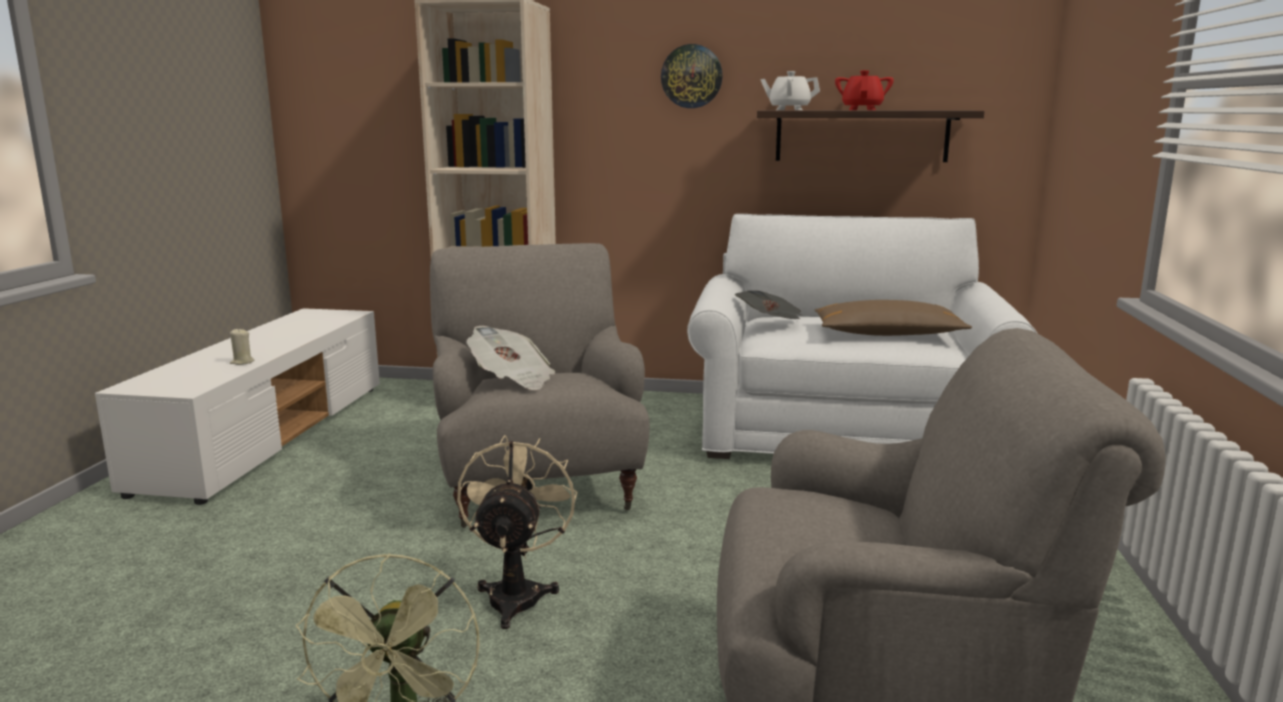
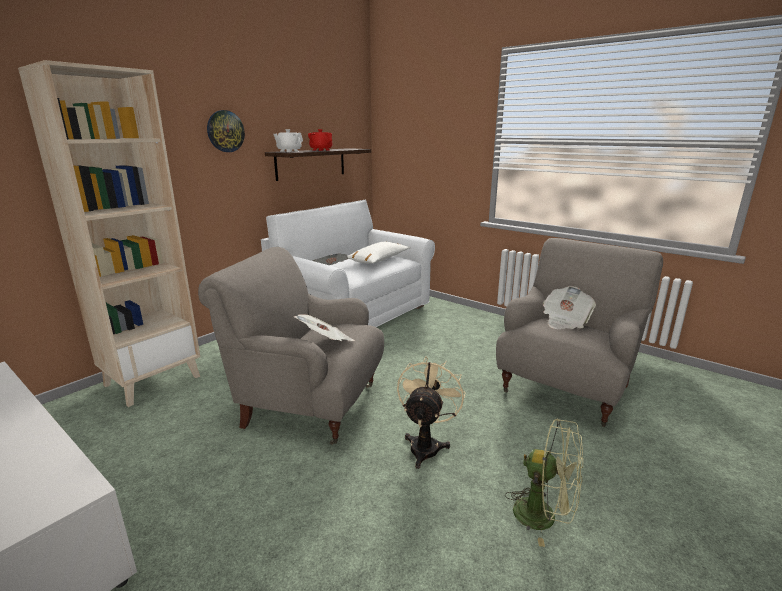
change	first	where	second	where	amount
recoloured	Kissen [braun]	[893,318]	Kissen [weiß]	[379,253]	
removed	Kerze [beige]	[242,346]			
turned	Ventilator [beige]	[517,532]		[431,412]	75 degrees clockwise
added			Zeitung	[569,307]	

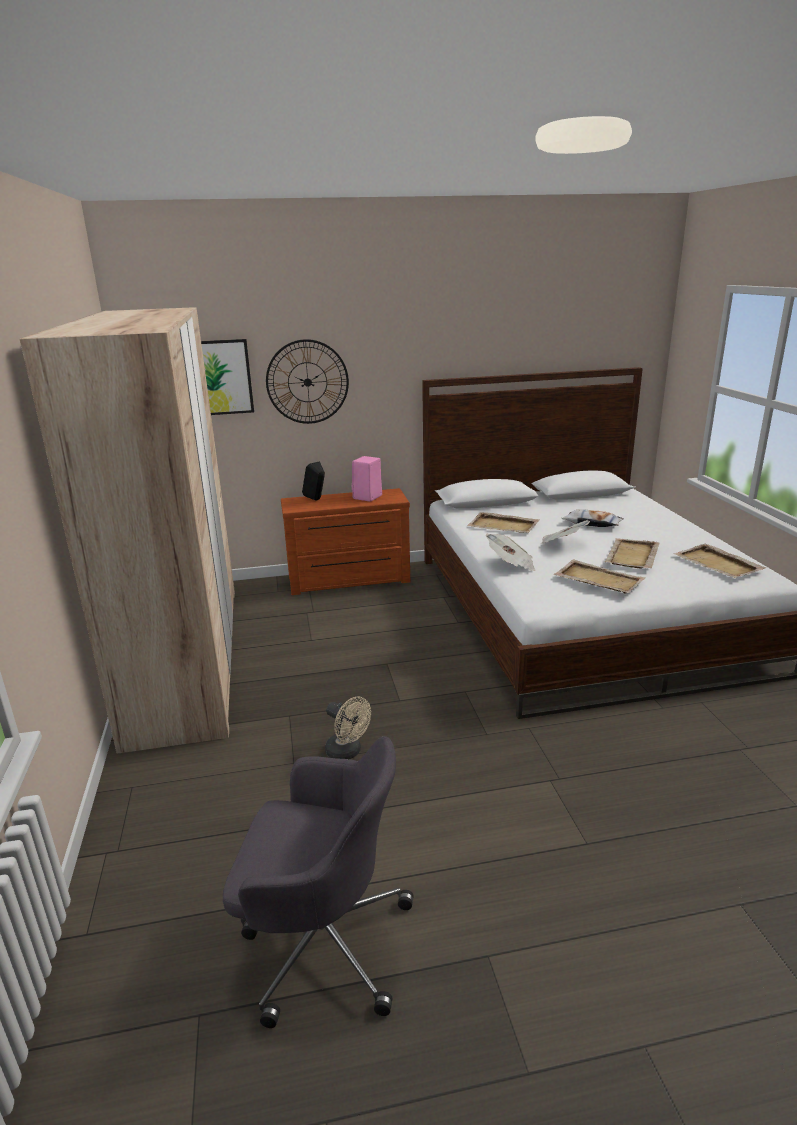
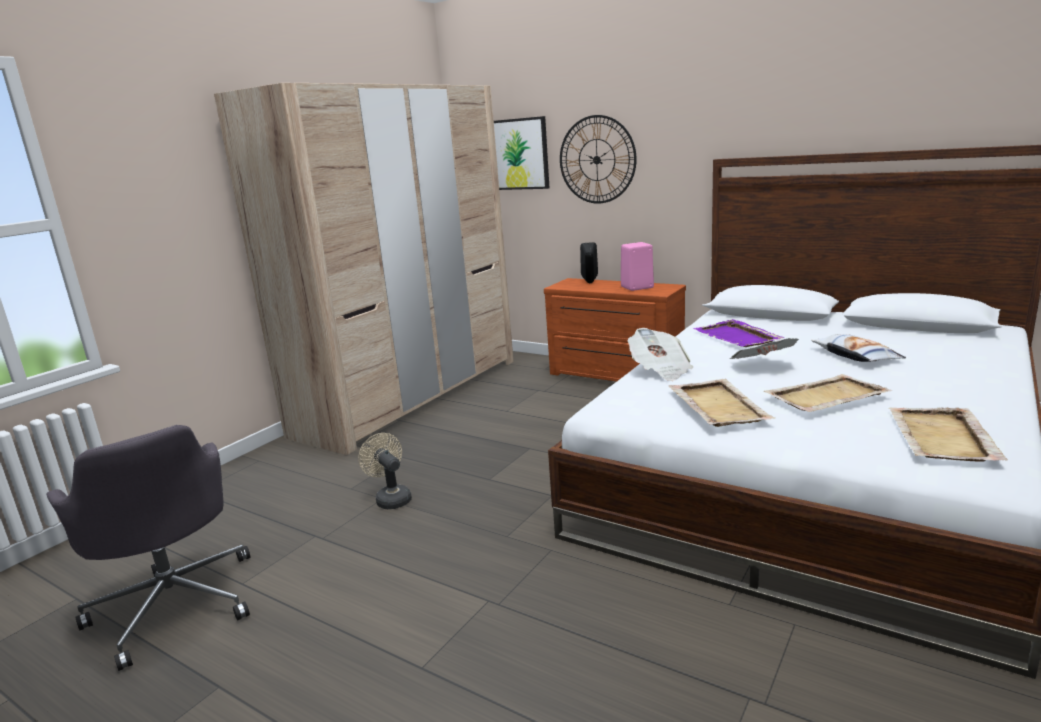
change	first	where	second	where	amount
recoloured	Tablett [beige]	[503,522]	Tablett [lila]	[739,333]	
turned	Ventilator [beige]	[348,728]		[385,471]	150 degrees clockwise

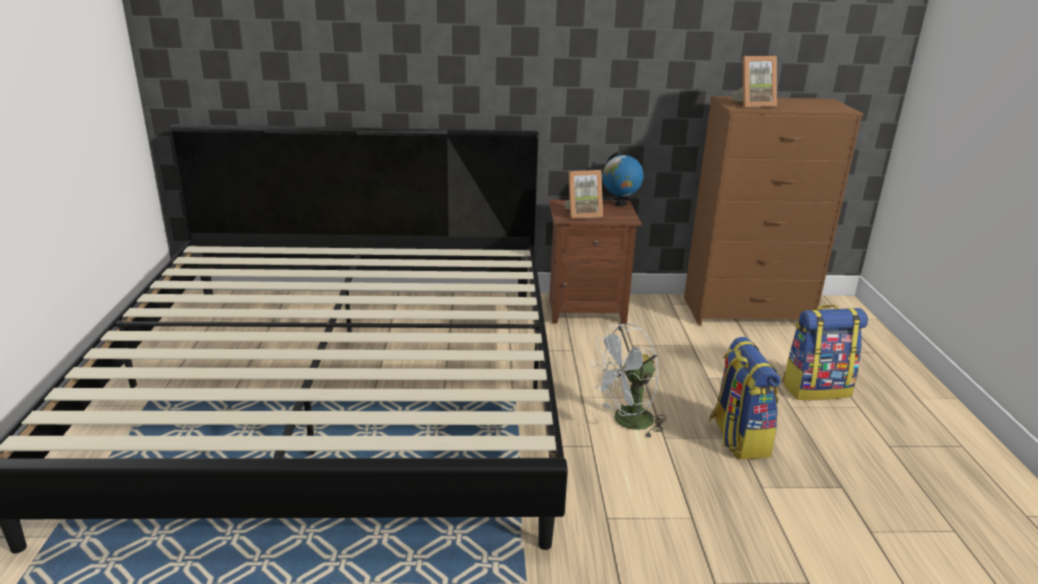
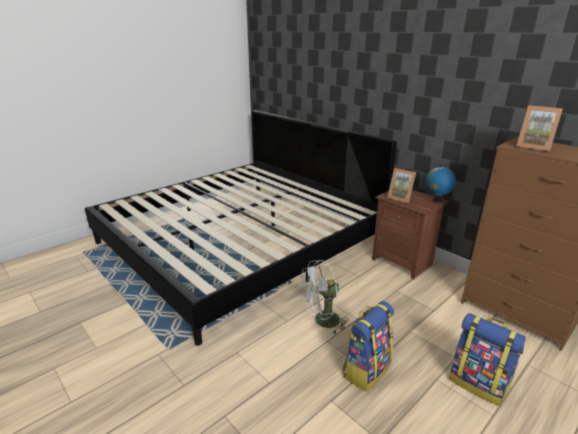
change	first	where	second	where	amount
turned	Ventilator [weiß]	[628,381]		[324,297]	45 degrees counterclockwise

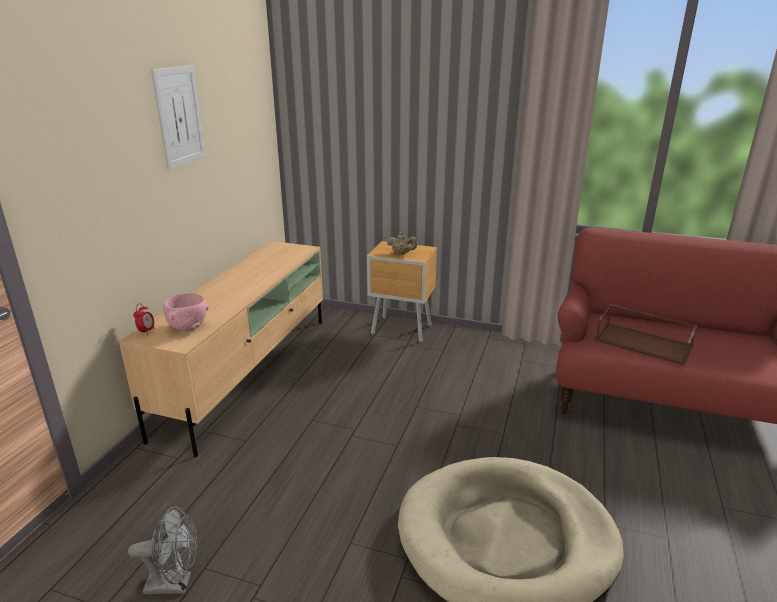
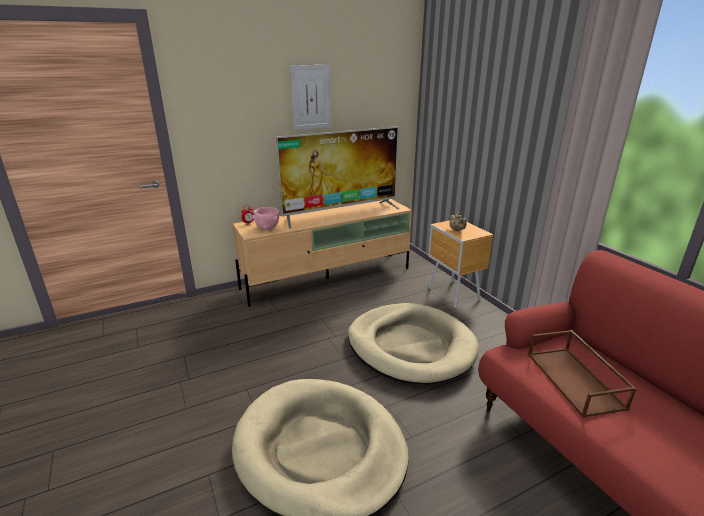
change	first	where	second	where	amount
removed	Ventilator [grau]	[162,550]			
added			Fernseher	[338,177]	
added			Hundebett [beige]	[413,343]	

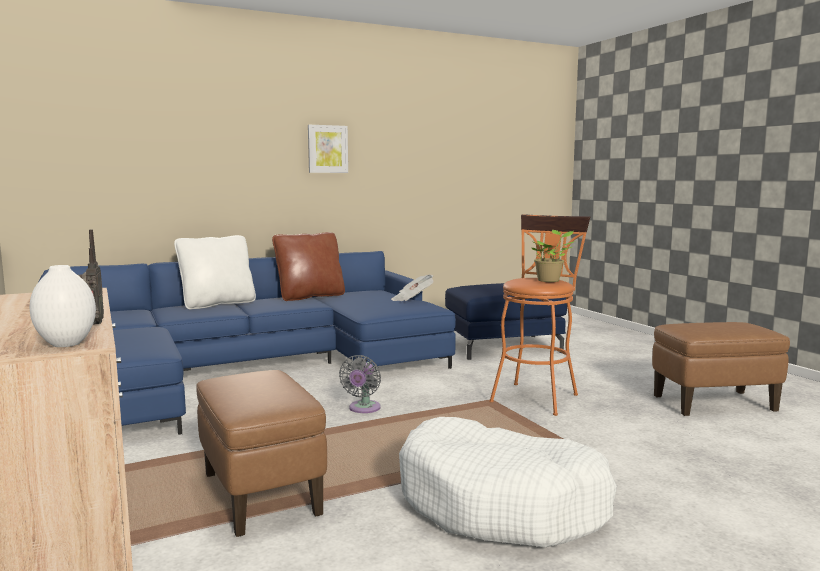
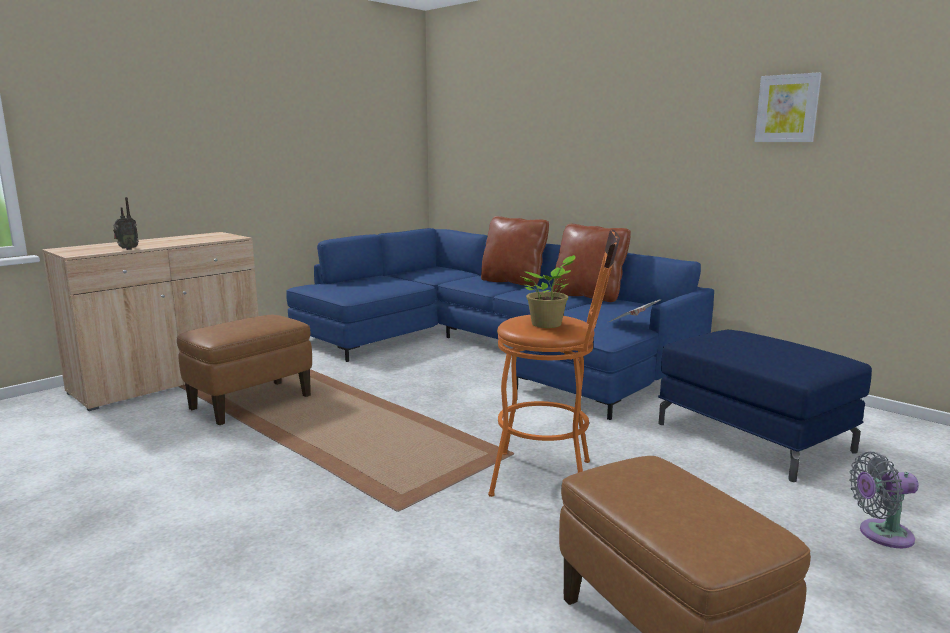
change	first	where	second	where	amount
moved	Bild	[328,149]		[788,107]	
recoloured	Kissen [weiß]	[215,272]	Kissen [braun]	[515,251]	
removed	Vase [weiß]	[63,306]			
moved	Ventilator [grau]	[360,384]		[884,500]	
removed	Hundebett [weiß]	[508,482]			

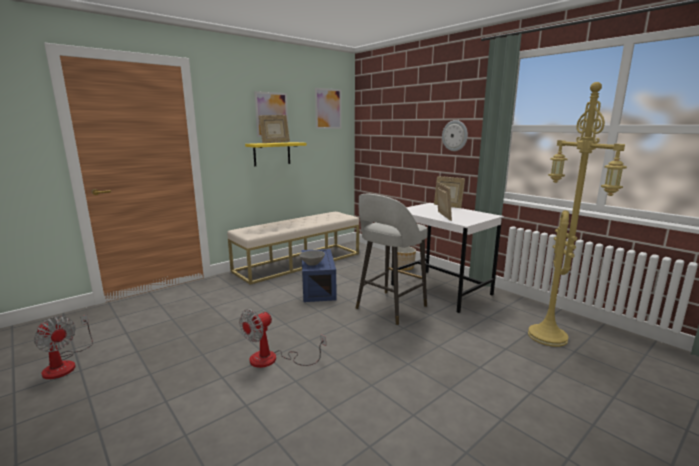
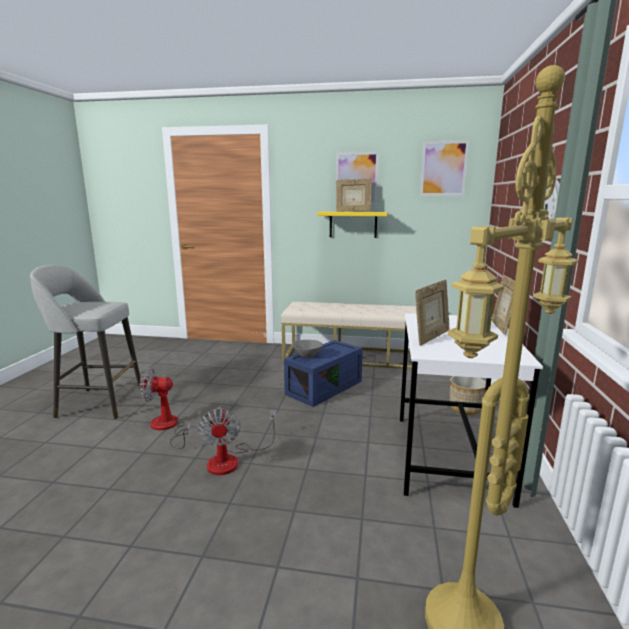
change	first	where	second	where	amount
moved	Hocker [grau]	[392,259]		[86,342]	
moved	Ventilator	[63,347]		[237,441]	

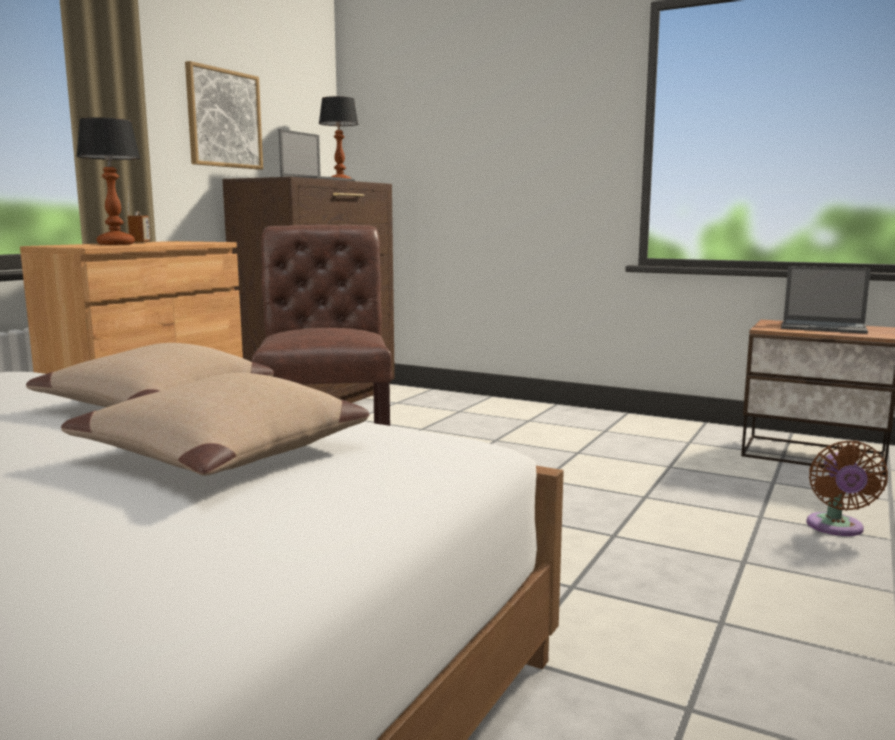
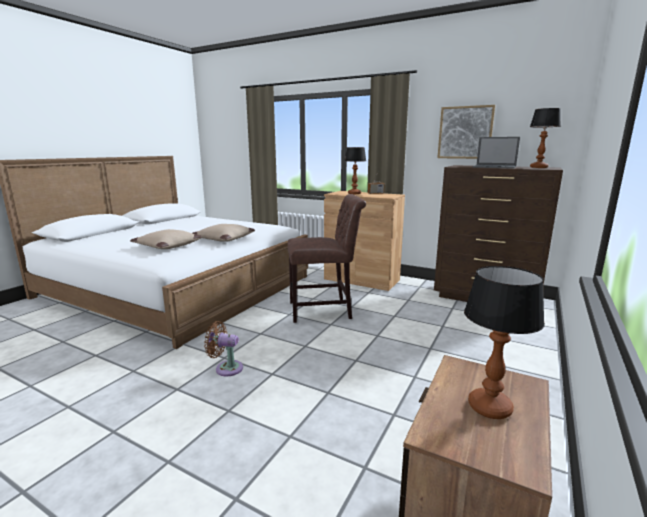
change	first	where	second	where	amount
replaced	Laptop	[826,300]	Tischlampe	[504,342]	
moved	Ventilator [braun]	[847,488]		[223,348]	

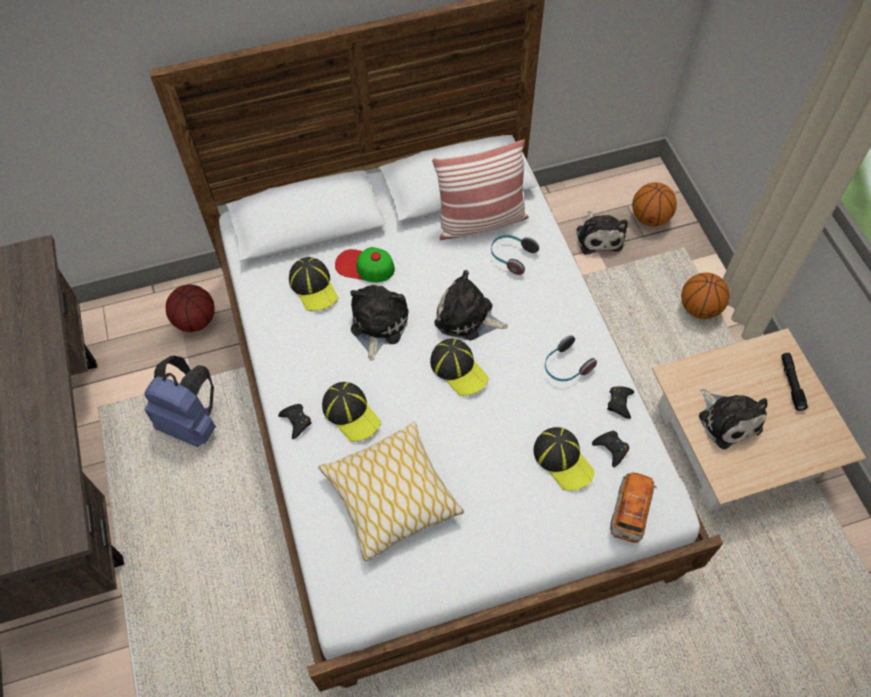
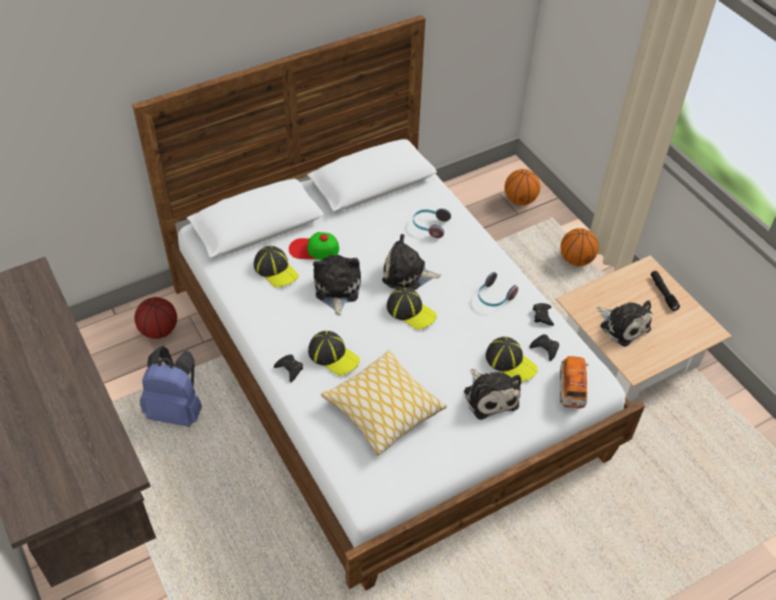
change	first	where	second	where	amount
removed	Kissen	[480,189]			
moved	Plüschtier	[602,233]		[492,394]	

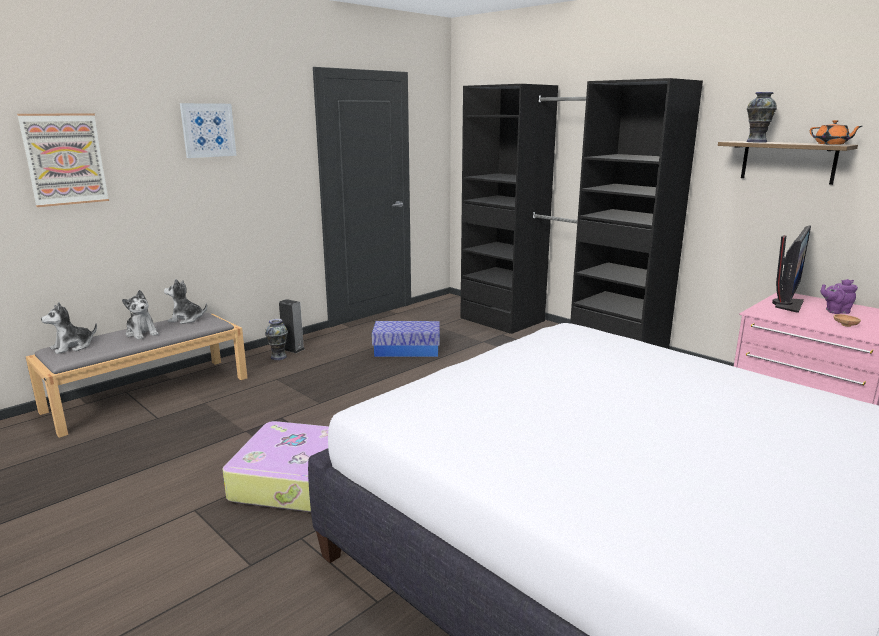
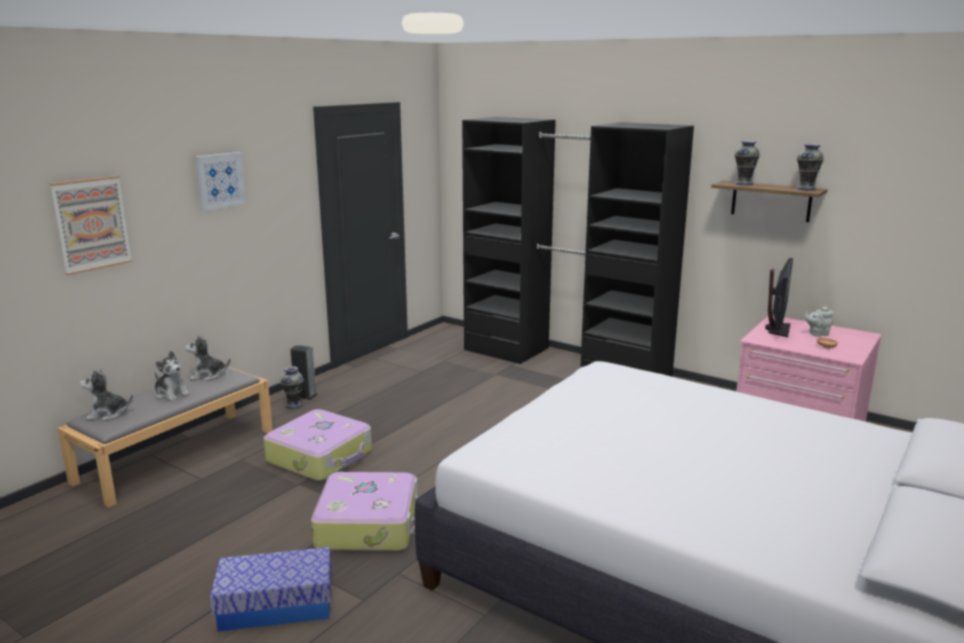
change	first	where	second	where	amount
replaced	Teekanne [orange]	[836,132]	Vase	[810,167]	
recoloured	Teekanne [lila]	[839,296]	Teekanne [grau]	[819,321]	
turned	Plüschtier	[69,328]		[106,395]	45 degrees clockwise
moved	Aufbewahrungsbox	[406,339]		[271,589]	
added			Koffer	[317,445]	

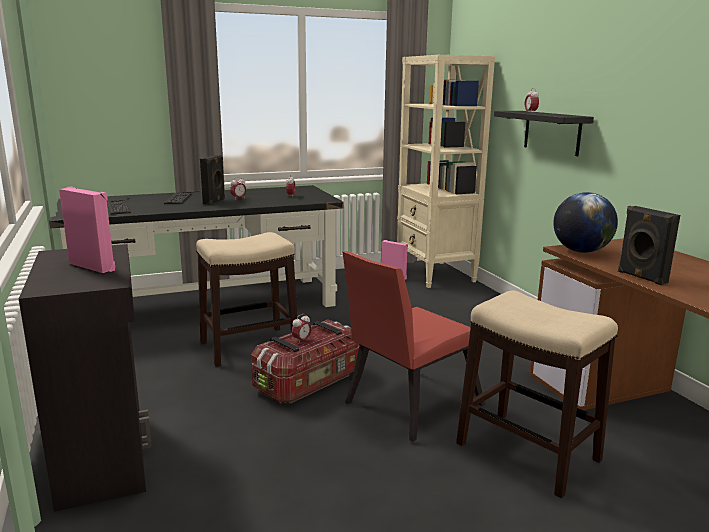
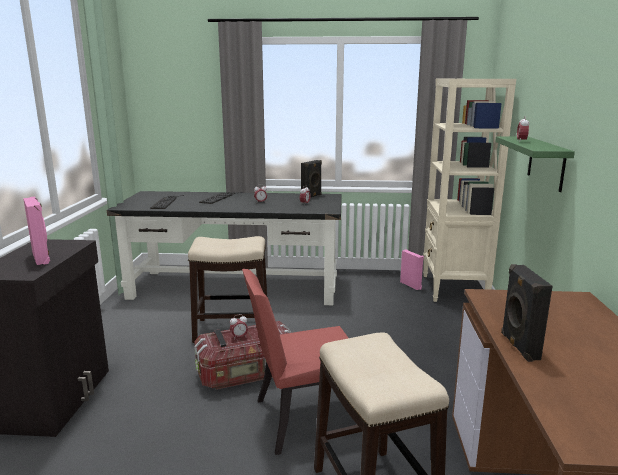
change	first	where	second	where	amount
recoloured	Wandregal [schwarz]	[544,133]	Wandregal [grün]	[535,164]	
moved	Lautsprecher [schwarz]	[212,180]		[311,178]	
removed	Globus	[585,222]			

